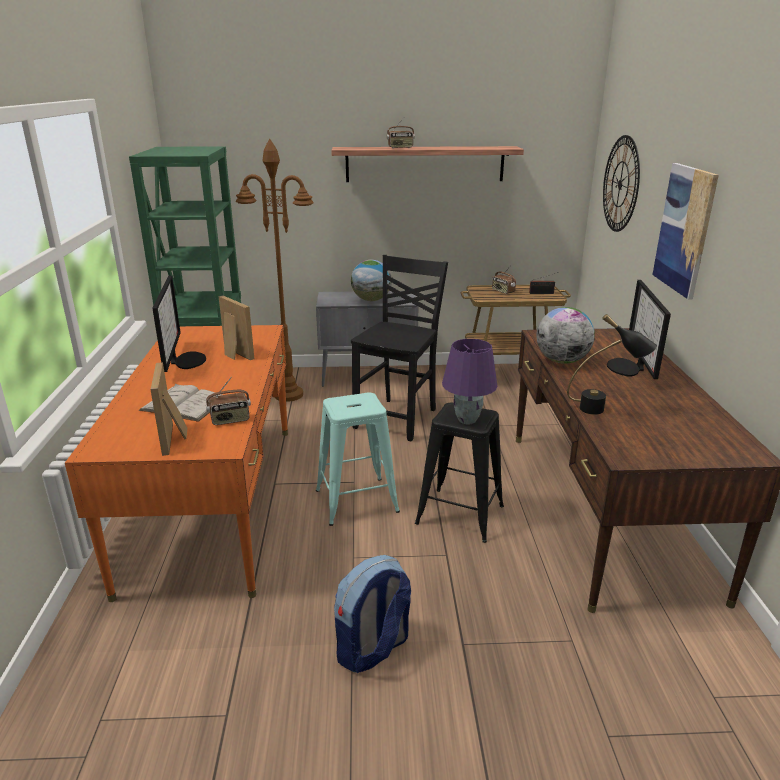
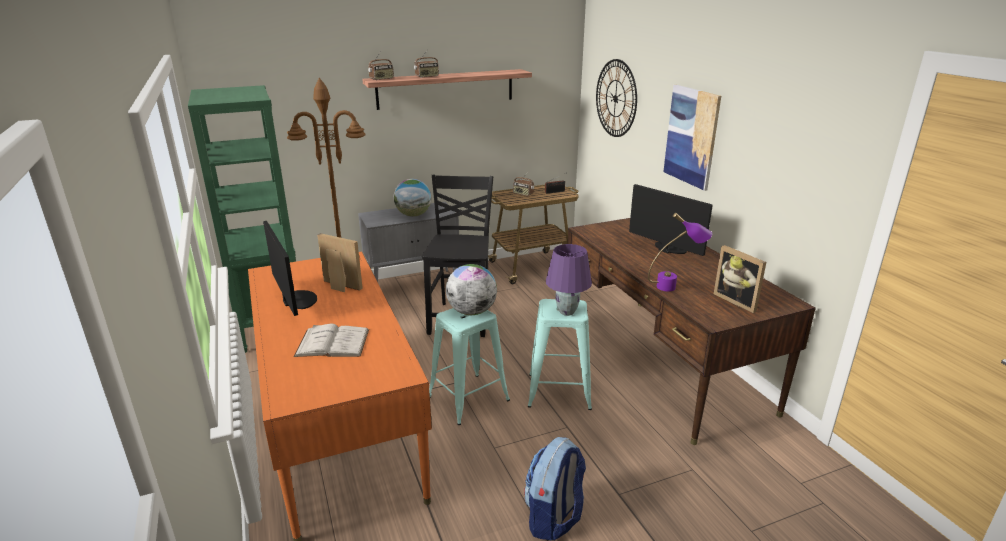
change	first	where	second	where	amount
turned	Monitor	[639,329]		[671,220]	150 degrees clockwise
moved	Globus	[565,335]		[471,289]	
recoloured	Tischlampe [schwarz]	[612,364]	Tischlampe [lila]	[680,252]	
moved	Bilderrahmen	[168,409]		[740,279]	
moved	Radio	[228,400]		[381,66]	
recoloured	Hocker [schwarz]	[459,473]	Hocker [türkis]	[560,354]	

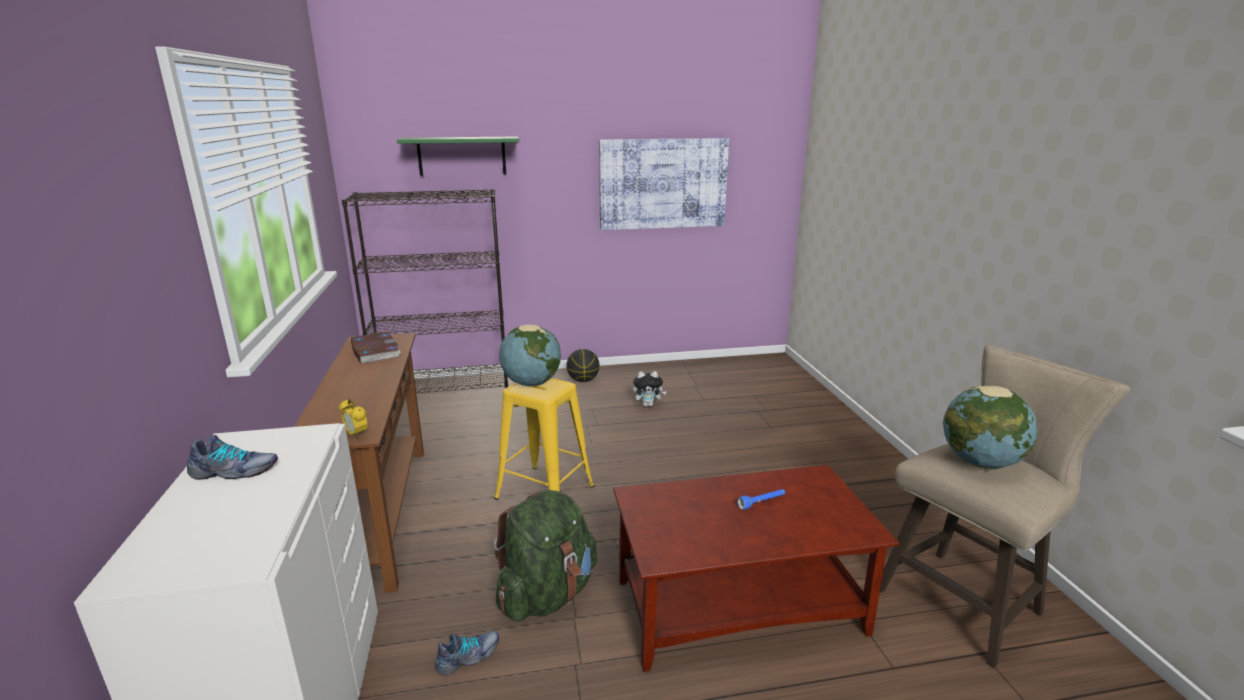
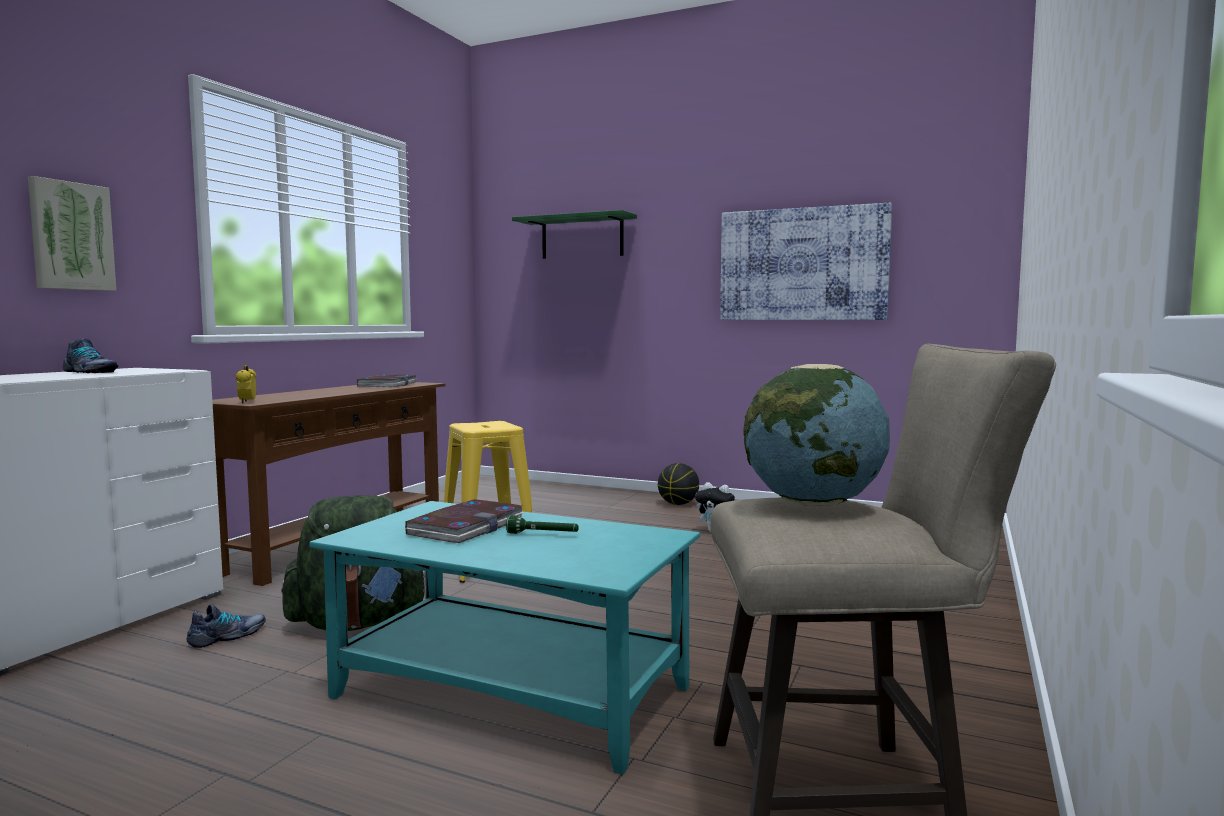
change	first	where	second	where	amount
removed	Bücherregal [schwarz]	[425,291]			
removed	Globus	[530,355]			
recoloured	Couchtisch [braun]	[756,568]	Couchtisch [türkis]	[504,638]	
recoloured	Taschenlampe [blau]	[761,499]	Taschenlampe [grün]	[542,524]	
turned	Schuh	[467,653]		[226,626]	45 degrees counterclockwise
added			Bild	[72,233]	
added			Buch	[464,521]	

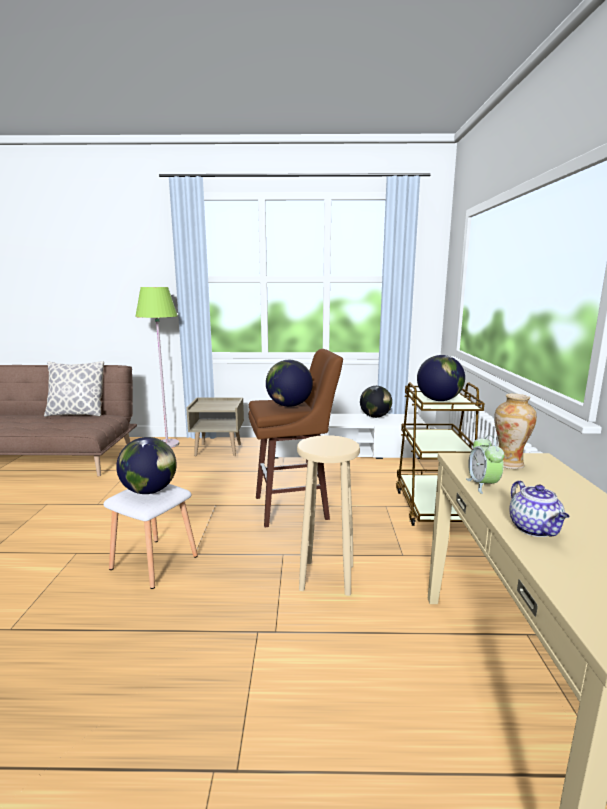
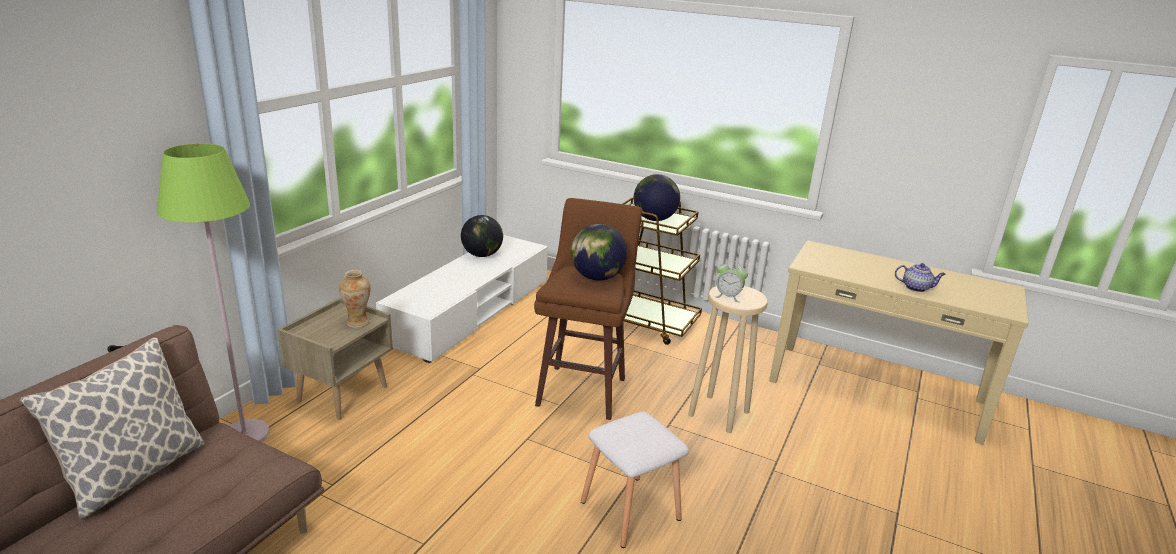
change	first	where	second	where	amount
moved	Vase	[515,431]		[354,299]	
moved	Wecker	[485,464]		[731,282]	
removed	Globus	[146,465]			

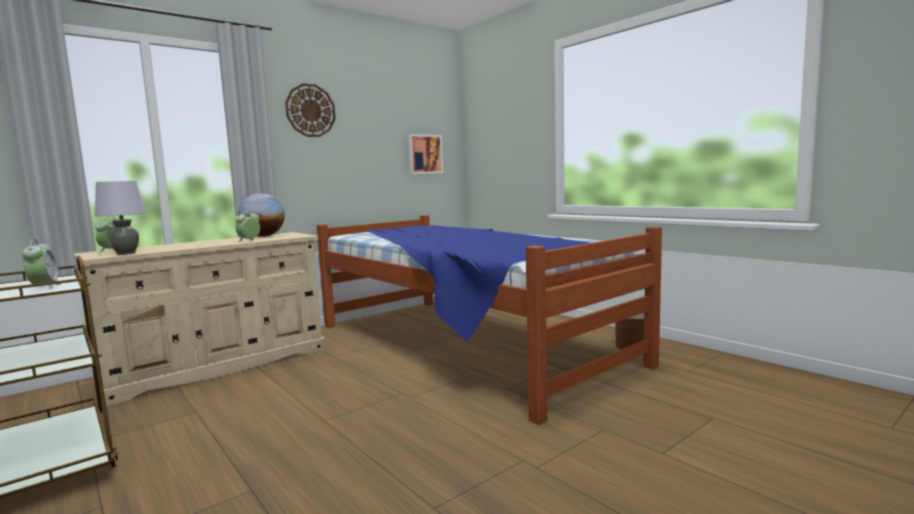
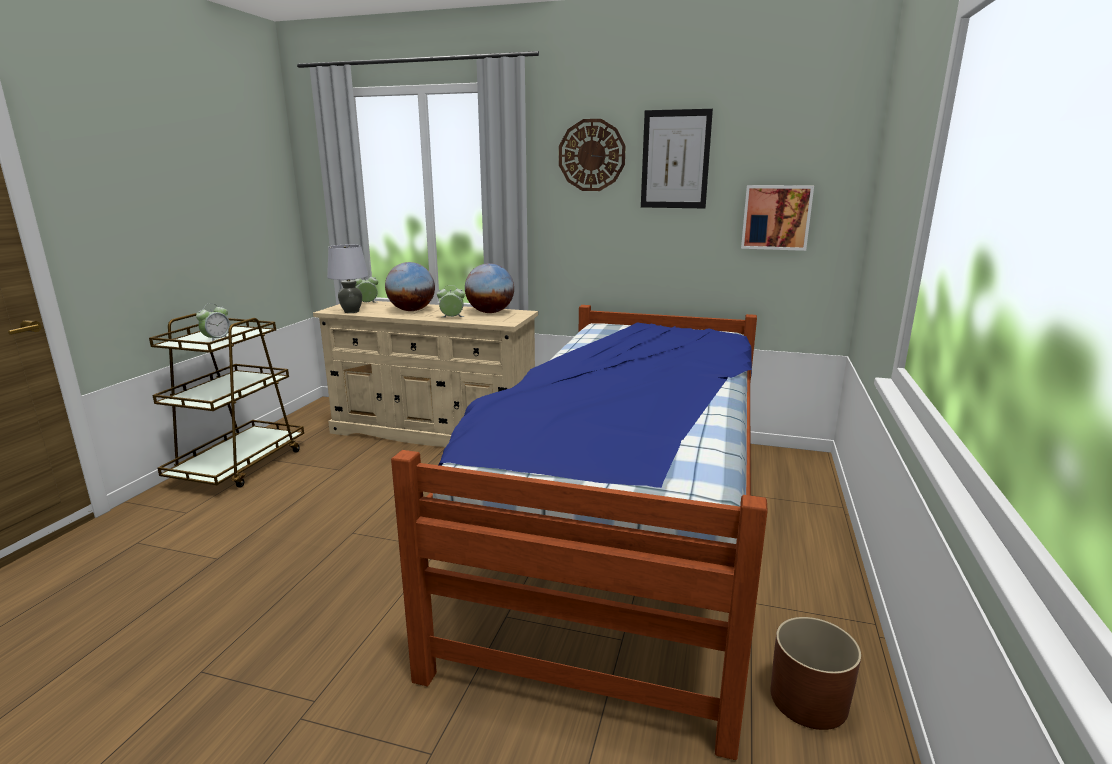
change	first	where	second	where	amount
added			Bild	[677,158]	
added			Globus	[410,286]	

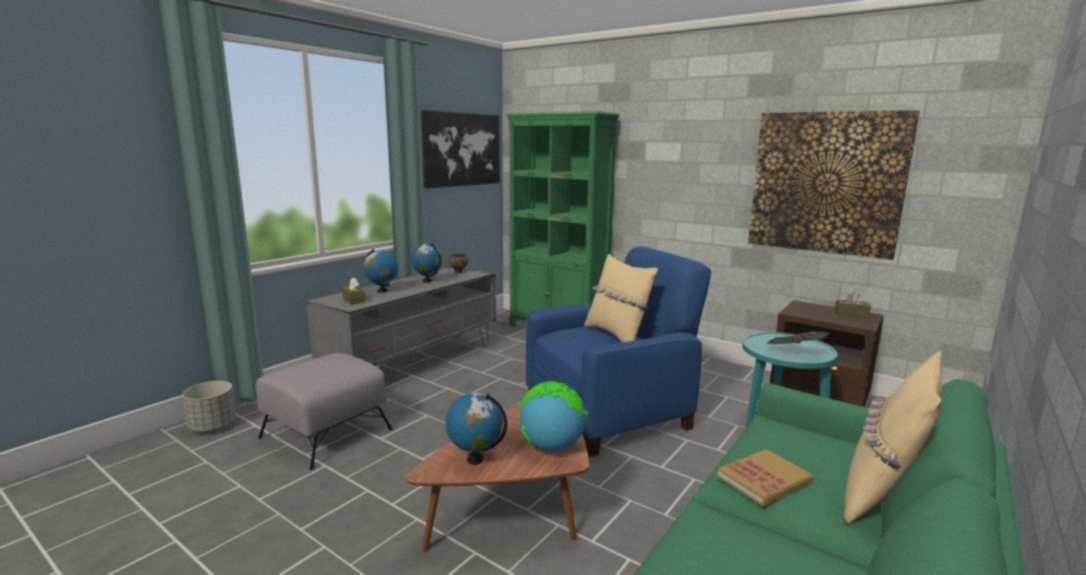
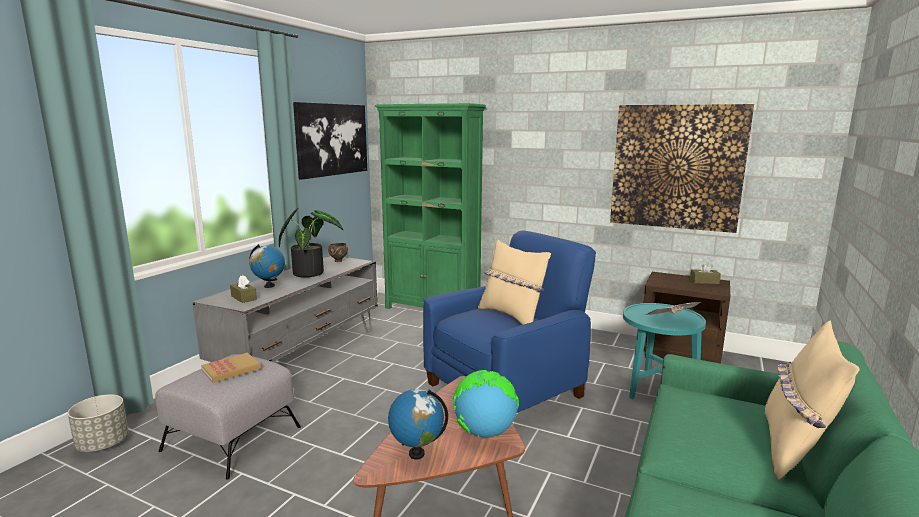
change	first	where	second	where	amount
replaced	Globus	[426,263]	Topfpflanze	[311,242]	
moved	Buch	[765,477]		[231,367]	

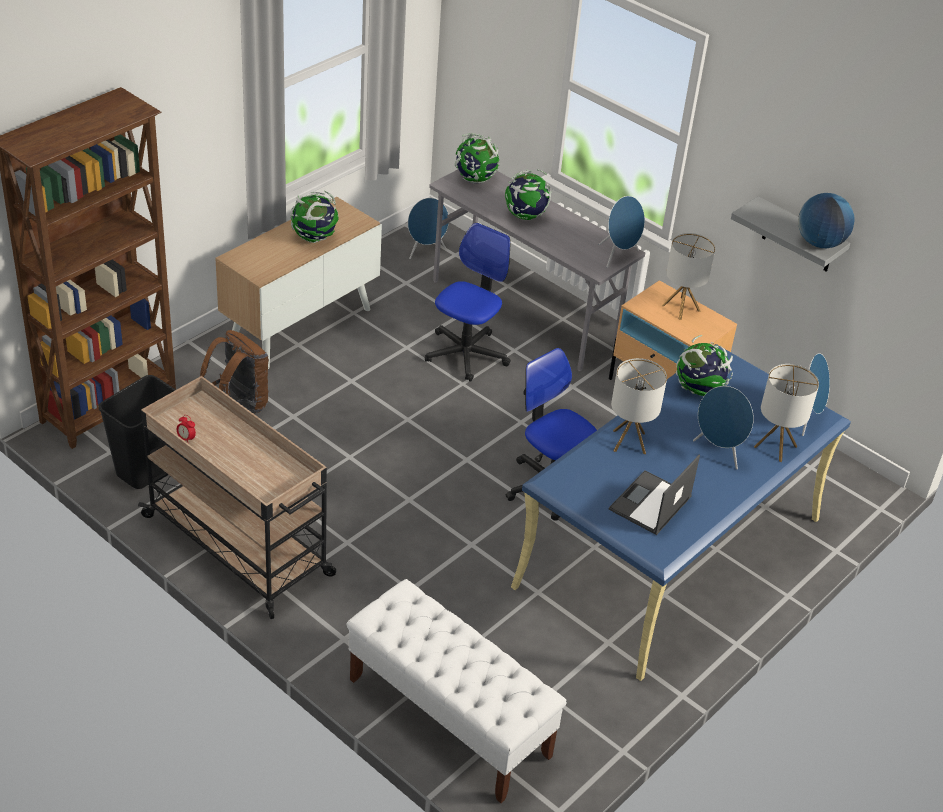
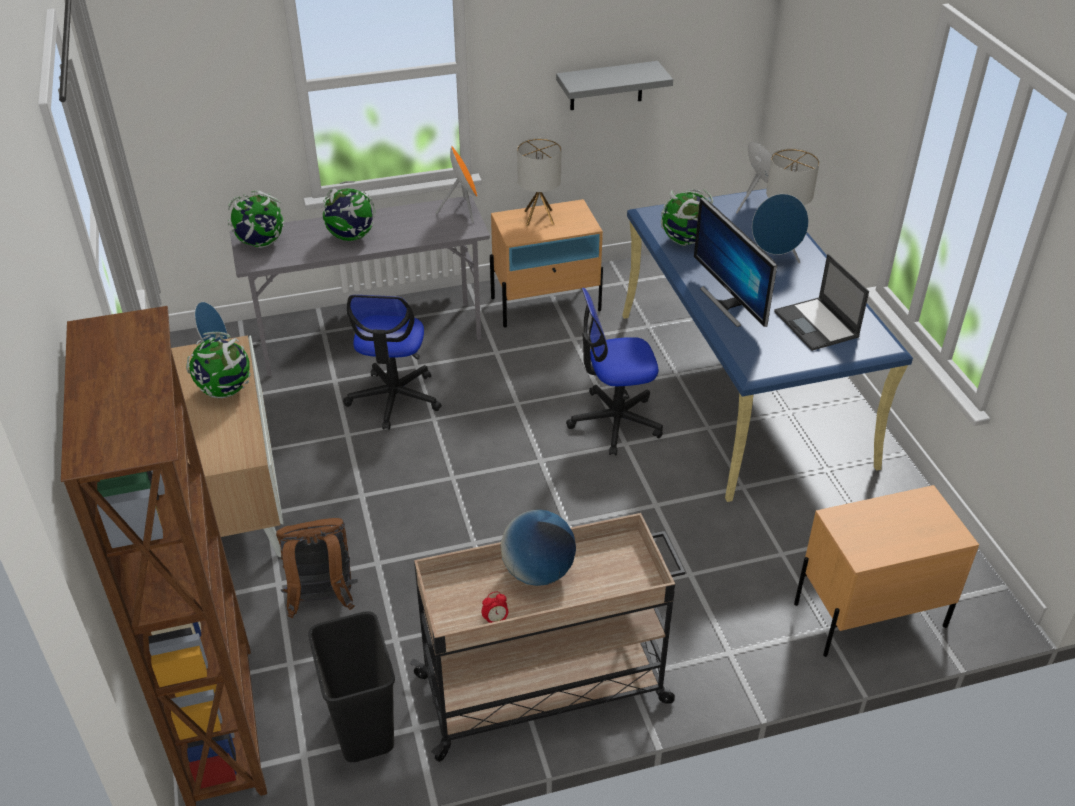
change	first	where	second	where	amount
moved	Globus	[826,220]		[538,548]	
recoloured	Lautsprecher [blau]	[622,232]	Lautsprecher [orange]	[456,184]	
turned	Bürostuhl	[468,302]		[392,362]	150 degrees counterclockwise
replaced	Tischlampe	[639,406]	Monitor	[735,262]	
replaced	Bank [weiß]	[457,691]	Nachttisch [beige]	[886,571]	

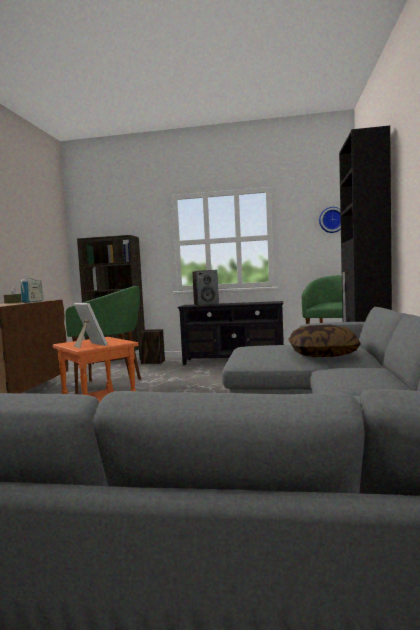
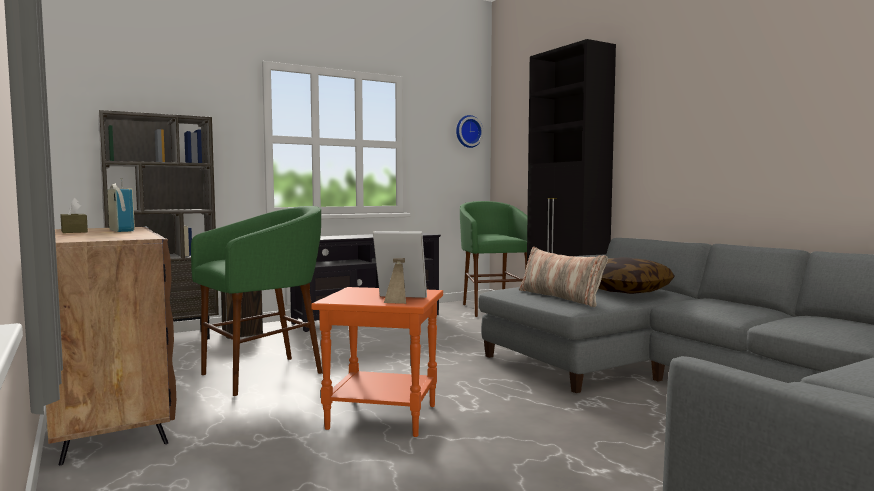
change	first	where	second	where	amount
removed	Lautsprecher	[205,288]			
added			Kissen	[563,277]	

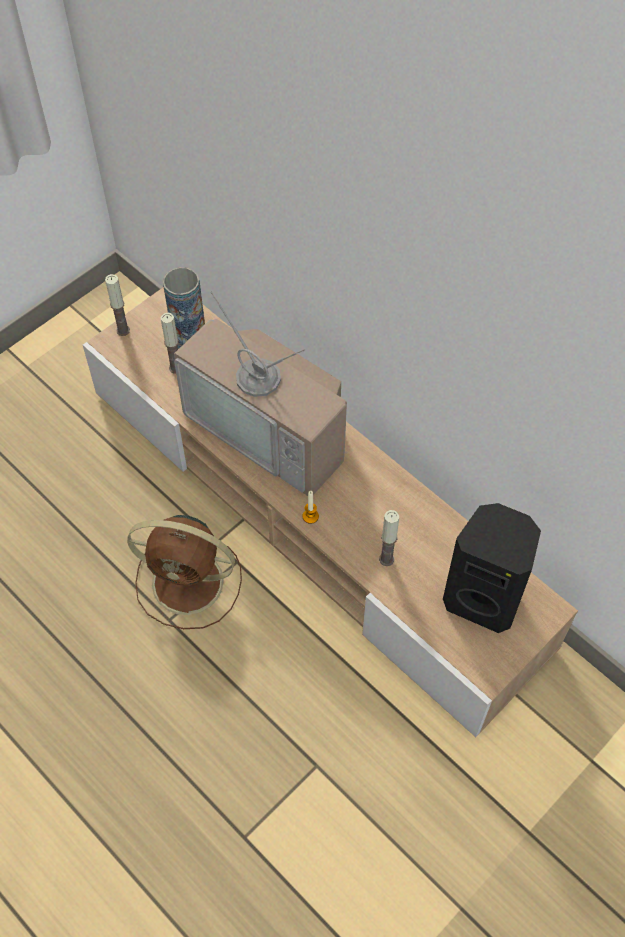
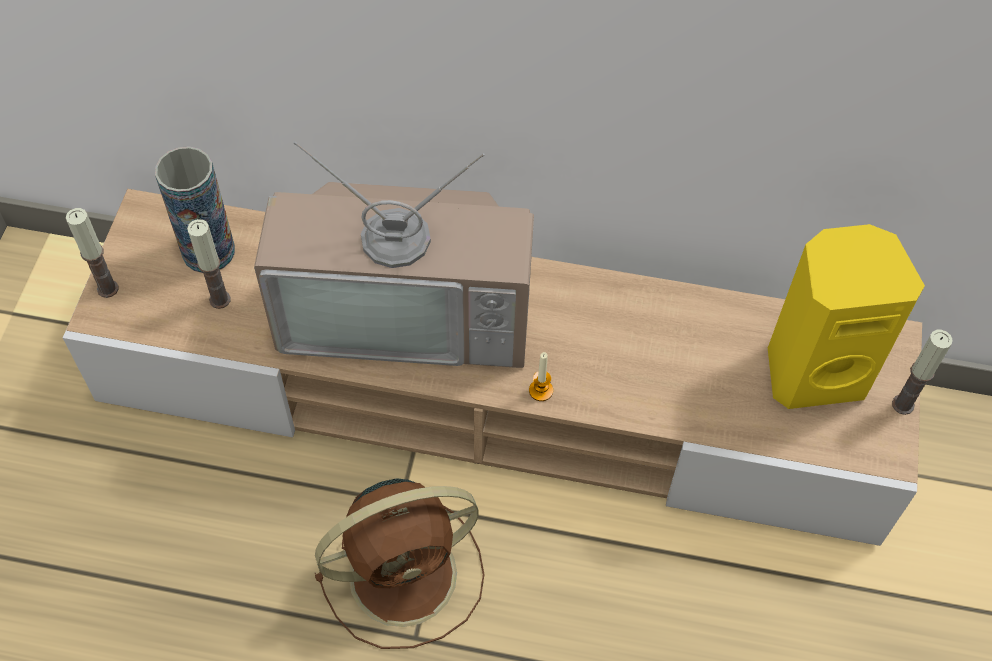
change	first	where	second	where	amount
recoloured	Lautsprecher [schwarz]	[492,568]	Lautsprecher [gelb]	[846,316]	
moved	Kerze	[389,538]		[922,372]	

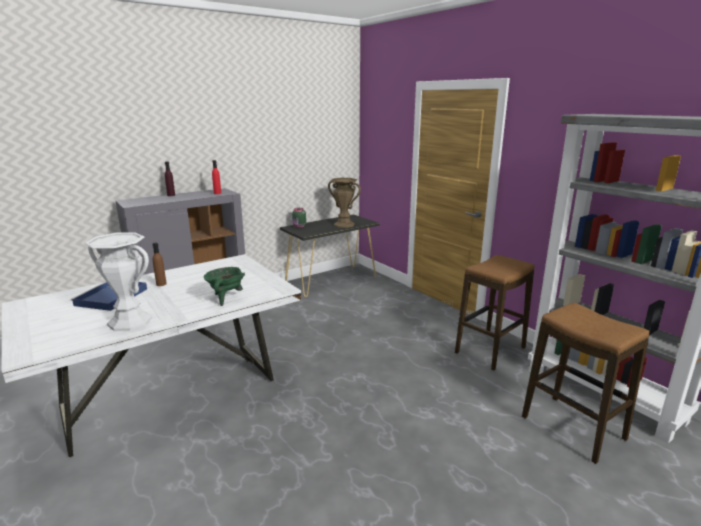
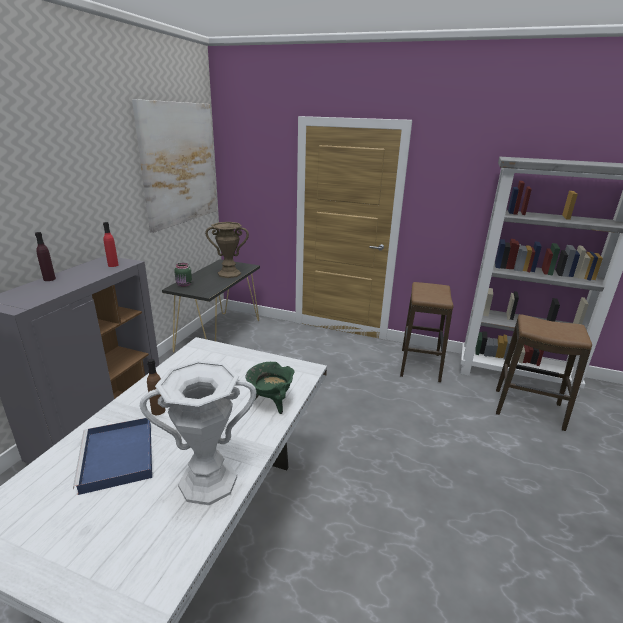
change	first	where	second	where	amount
added			Bild	[174,166]	

